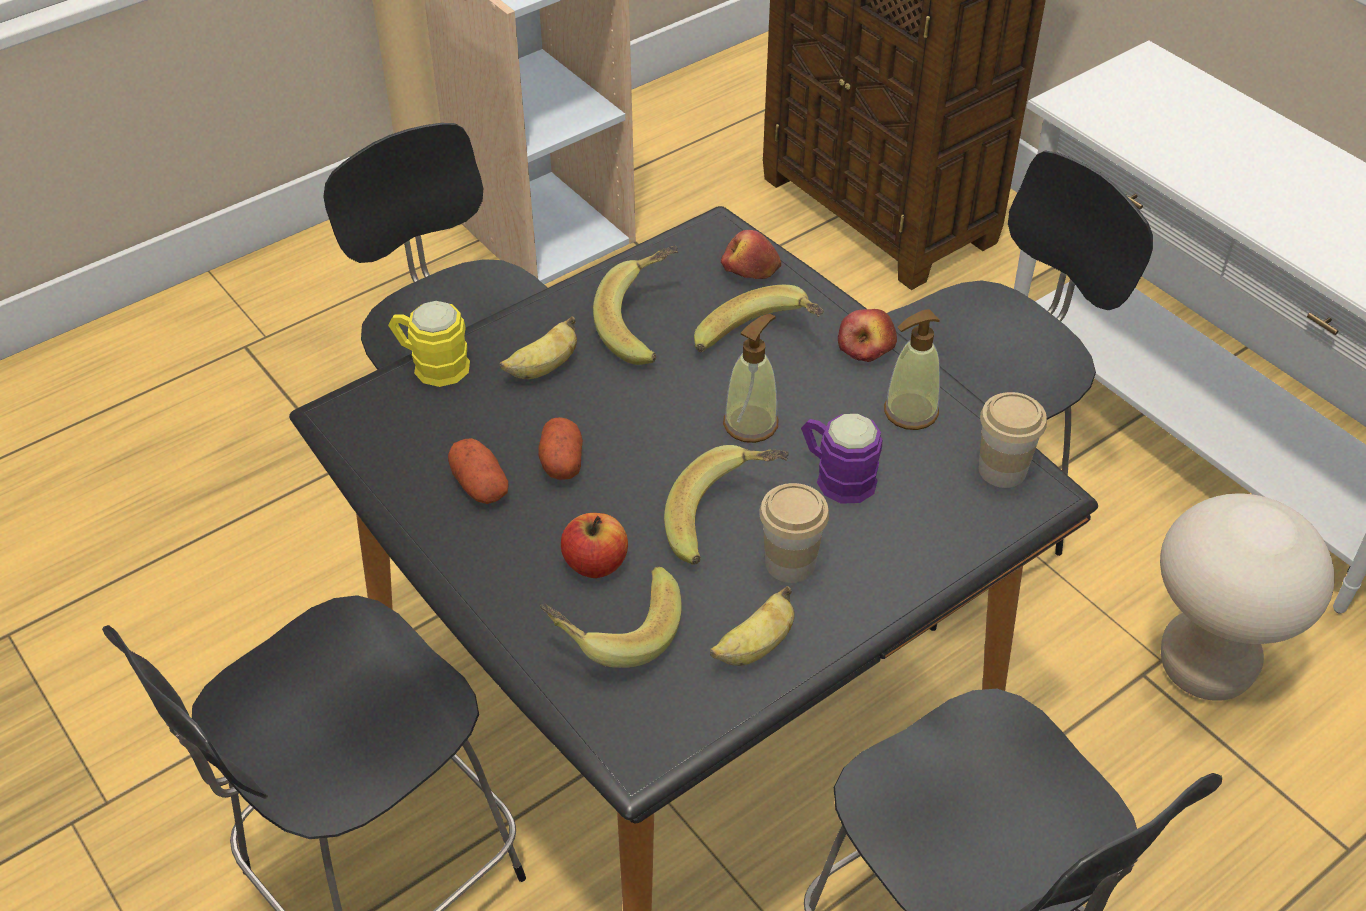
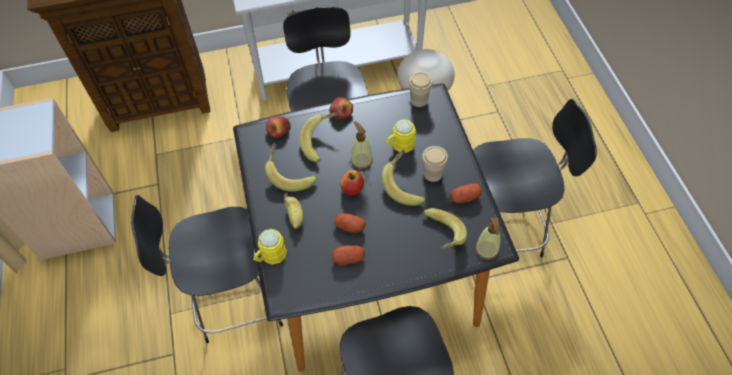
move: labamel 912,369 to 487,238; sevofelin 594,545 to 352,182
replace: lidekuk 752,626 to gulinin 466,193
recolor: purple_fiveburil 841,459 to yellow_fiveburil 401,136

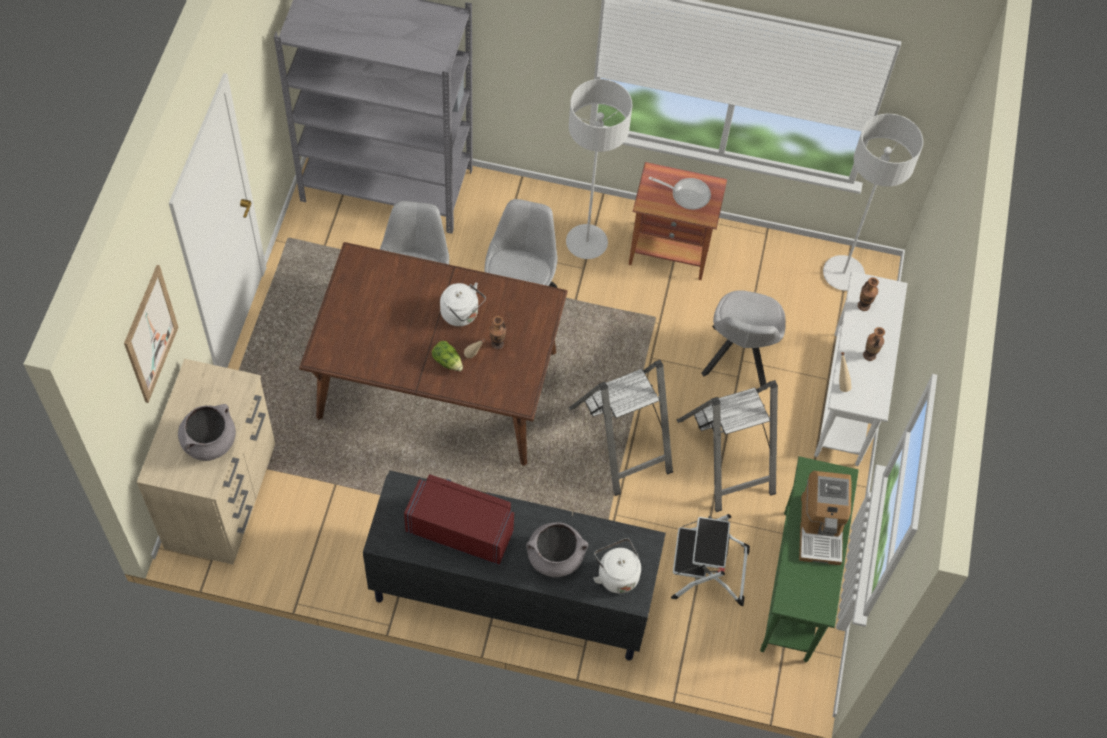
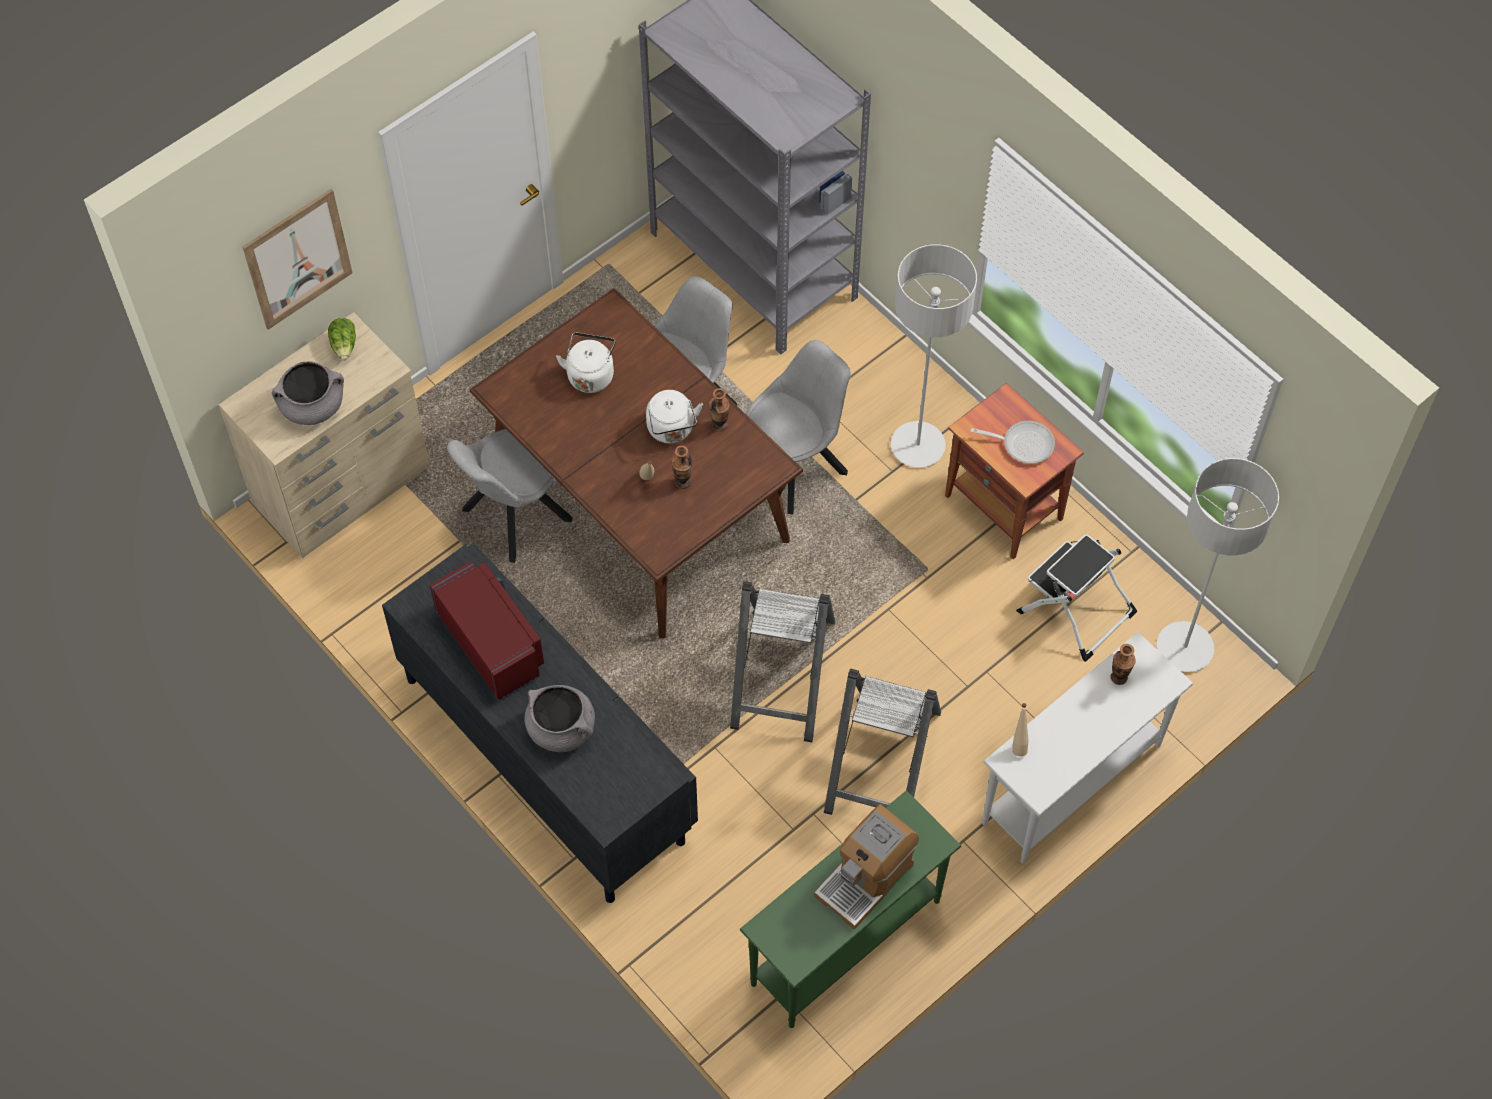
move: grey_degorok 743,340 to 510,496; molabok 874,344 to 719,410; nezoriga 447,356 to 342,339; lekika 710,560 to 1076,598; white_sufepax 617,566 to 586,363
rotate: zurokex 680,193 = 1012,442 45 degrees counterclockwise

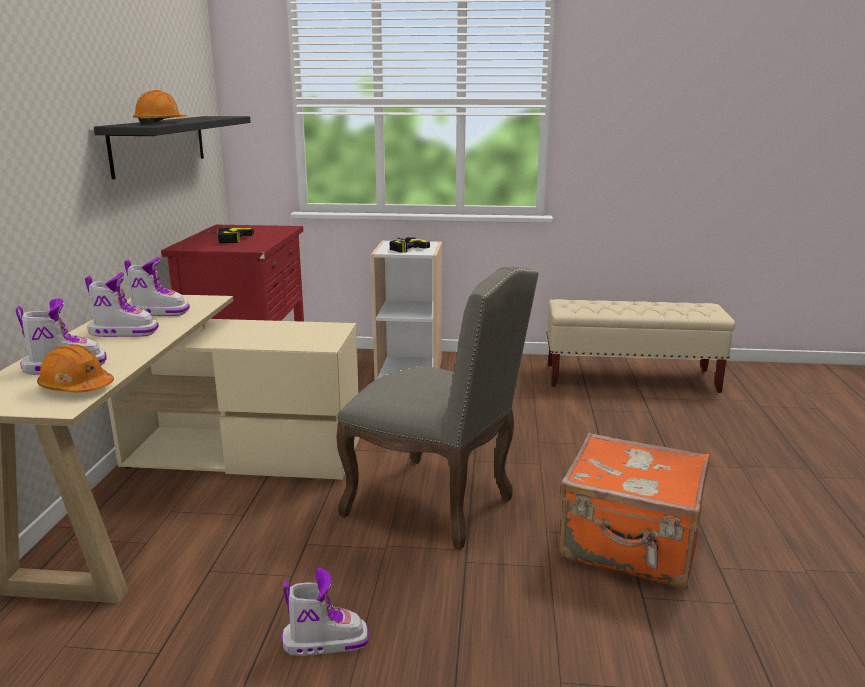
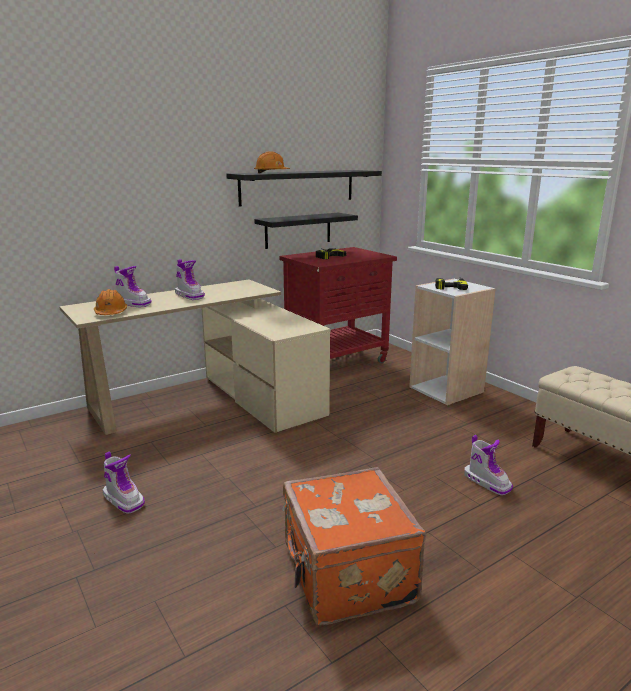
delete: grey_degorok 438,408
insert: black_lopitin 306,231
move: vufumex 157,286 to 488,465

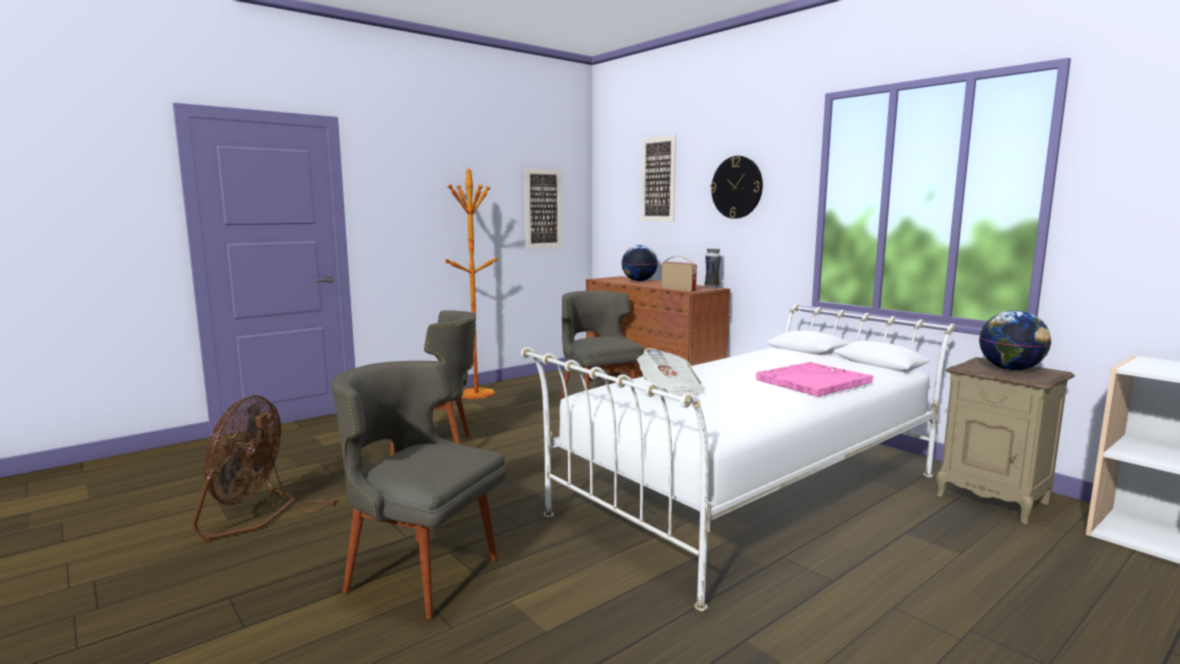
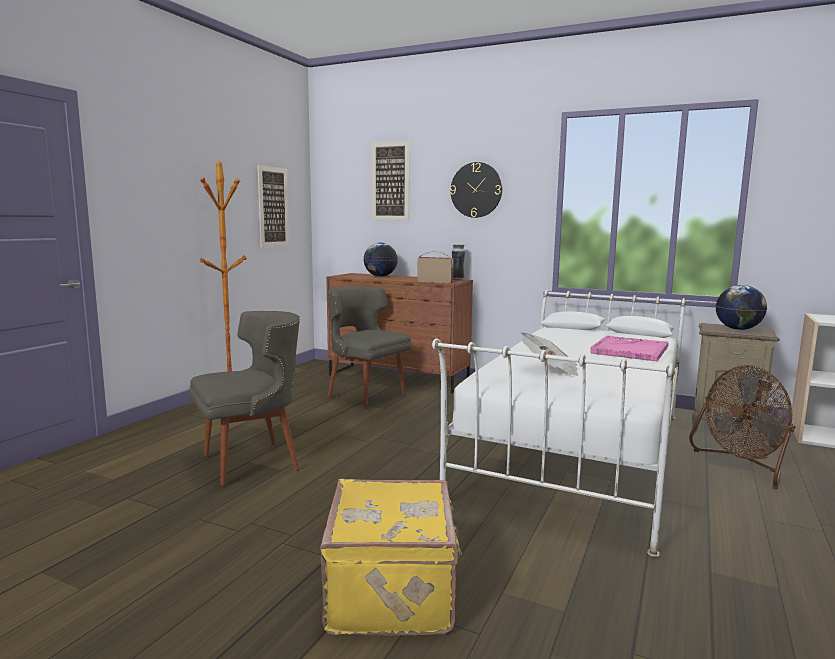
move: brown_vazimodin 265,468 to 742,427
replace: grey_degorok 419,490 to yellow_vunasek 391,557

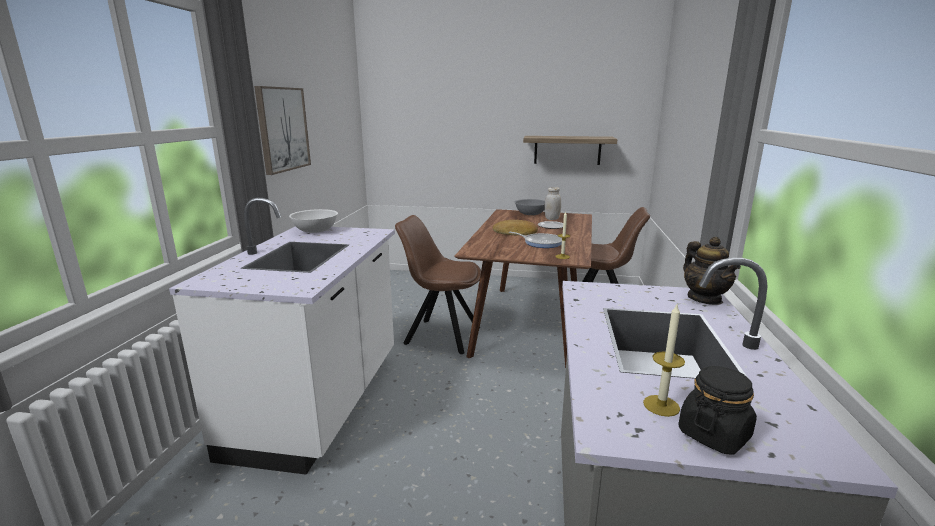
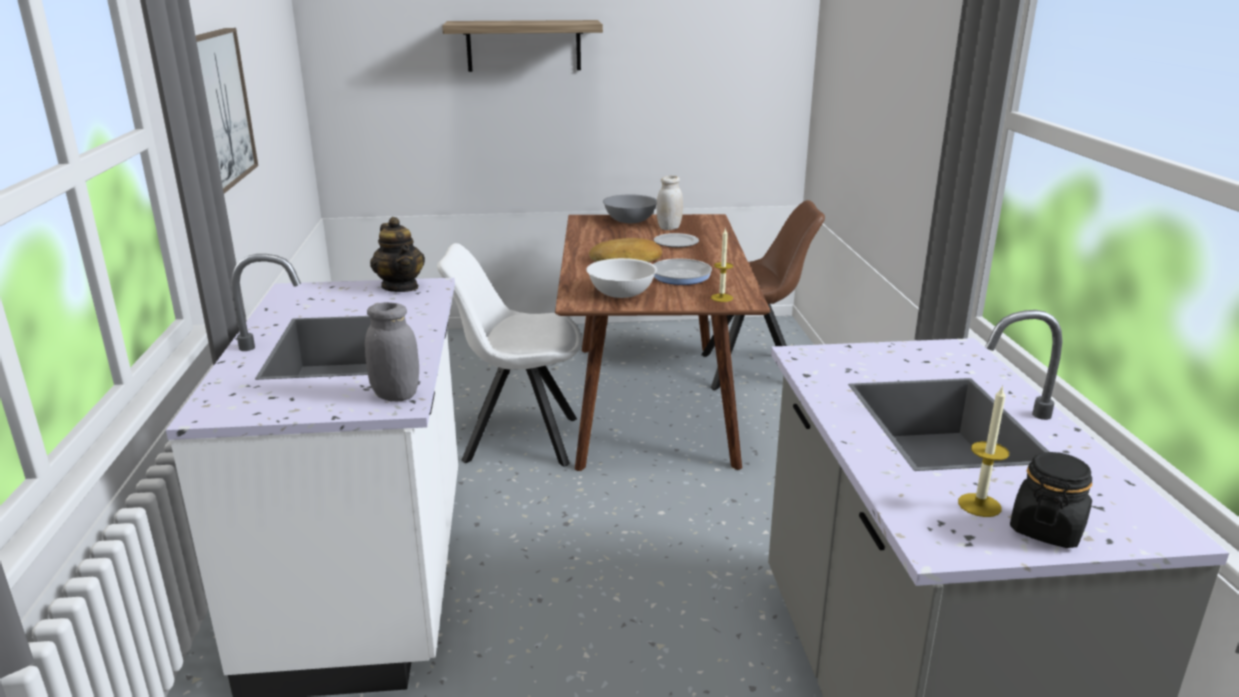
insert: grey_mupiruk 392,352
move: lopitin 570,150 to 522,46; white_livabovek 313,221 to 621,278; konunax 712,271 to 397,254
recolor: brown_degorok 438,284 to white_degorok 509,354

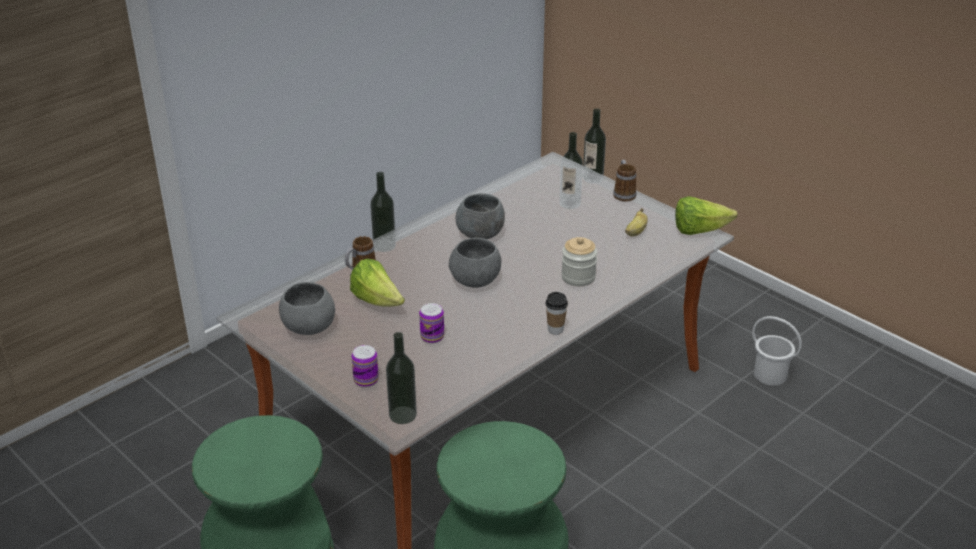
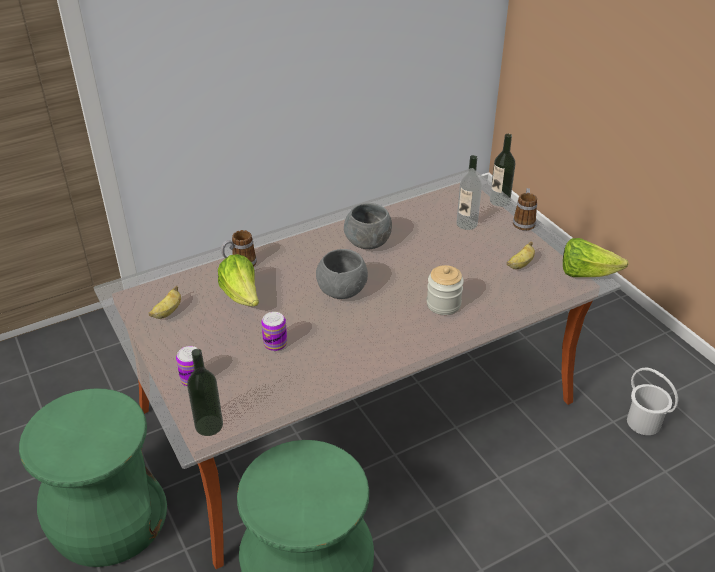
delete: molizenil 383,212; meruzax 556,313
replace: grey_livabovek 307,308 to lidekuk 165,302

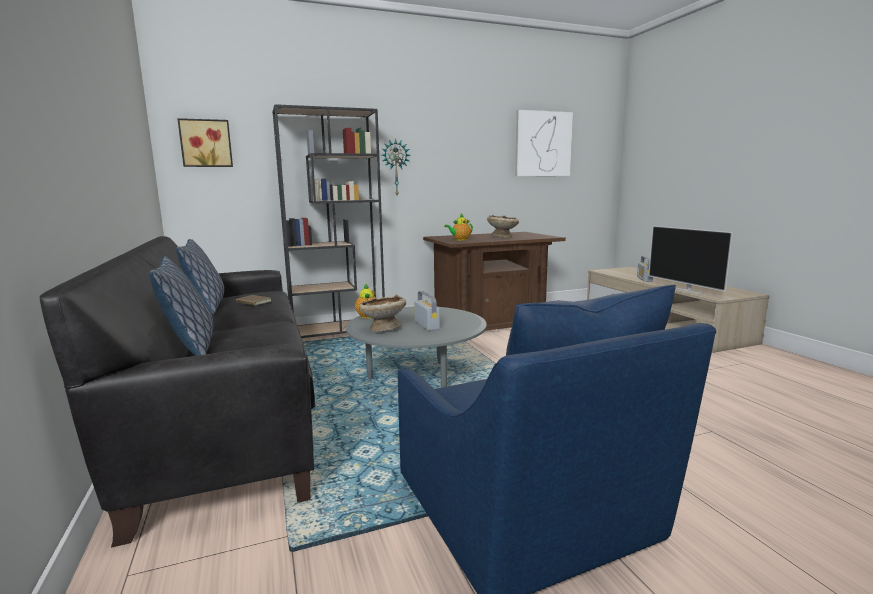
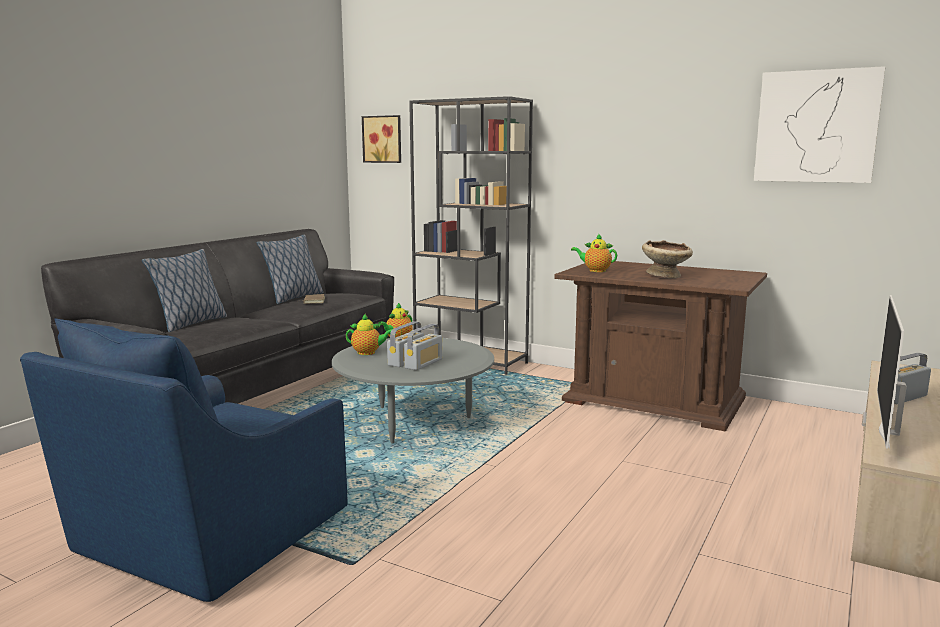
delete: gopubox 396,167
insert: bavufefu 423,347
replace: beige_livabovek 382,313 to konunax 369,334

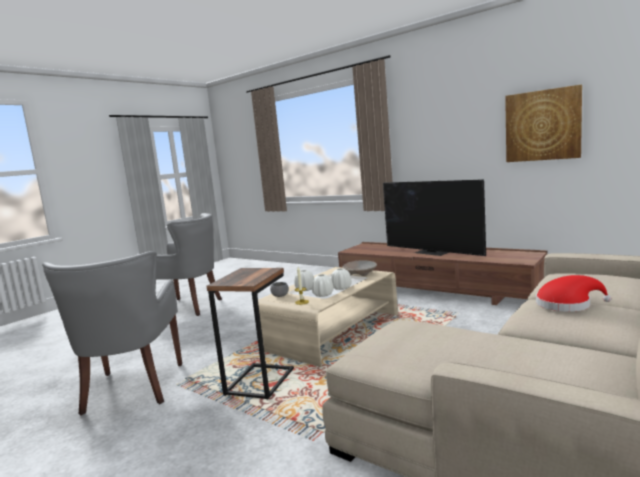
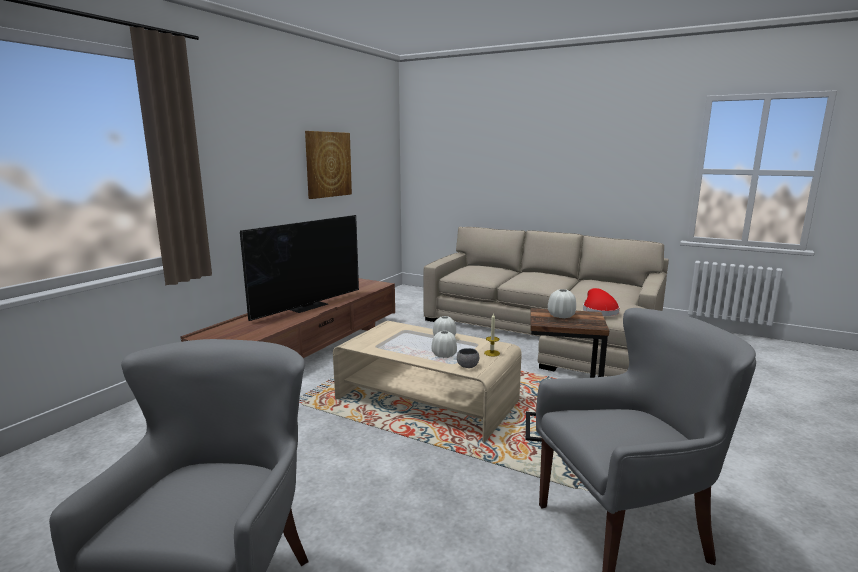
delete: beige_livabovek 360,268
move: white_molabok 322,285 to 562,303; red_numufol 573,293 to 601,302

